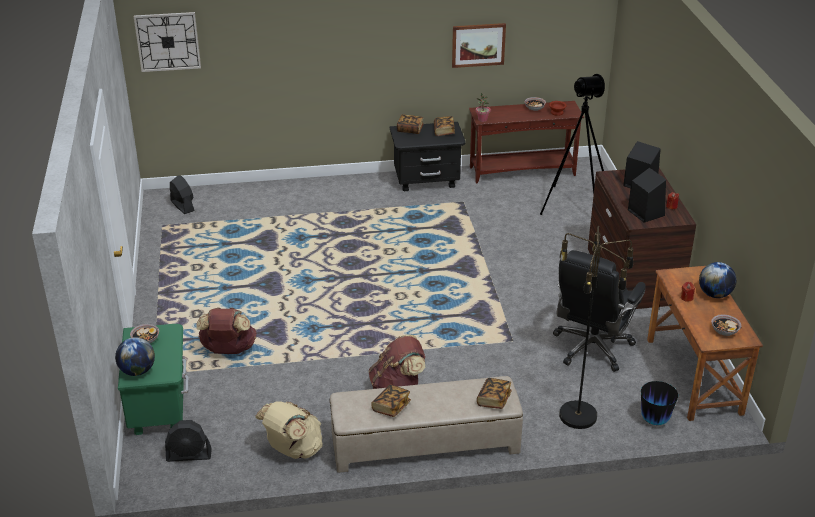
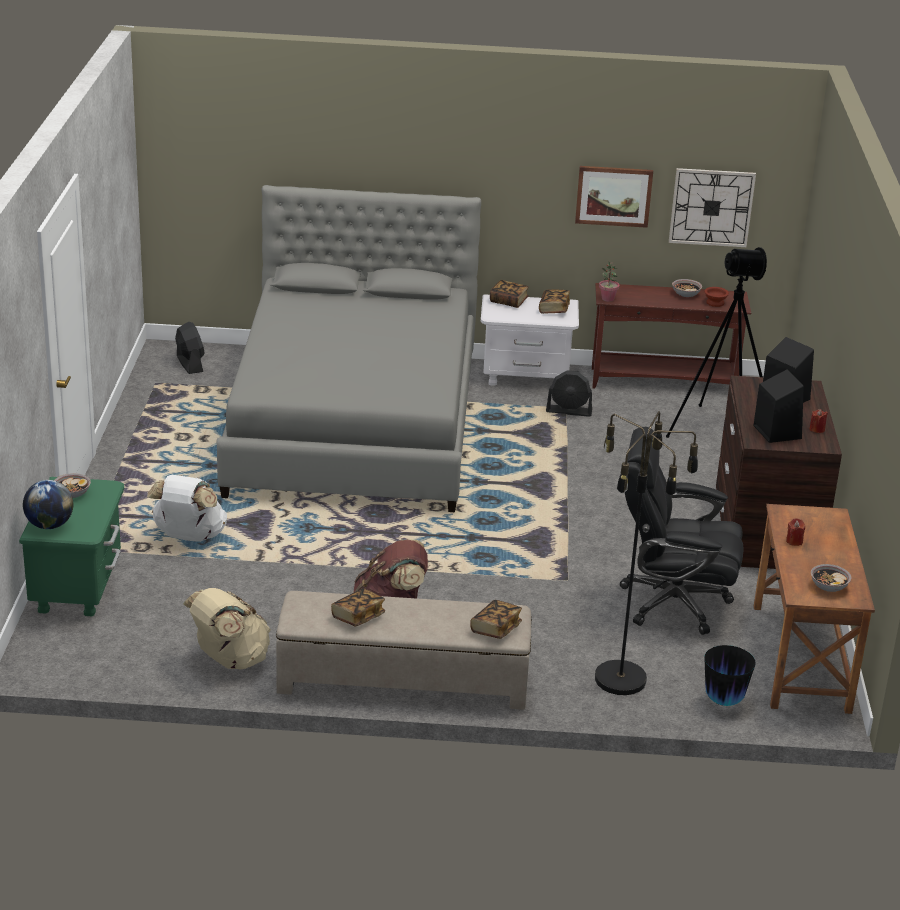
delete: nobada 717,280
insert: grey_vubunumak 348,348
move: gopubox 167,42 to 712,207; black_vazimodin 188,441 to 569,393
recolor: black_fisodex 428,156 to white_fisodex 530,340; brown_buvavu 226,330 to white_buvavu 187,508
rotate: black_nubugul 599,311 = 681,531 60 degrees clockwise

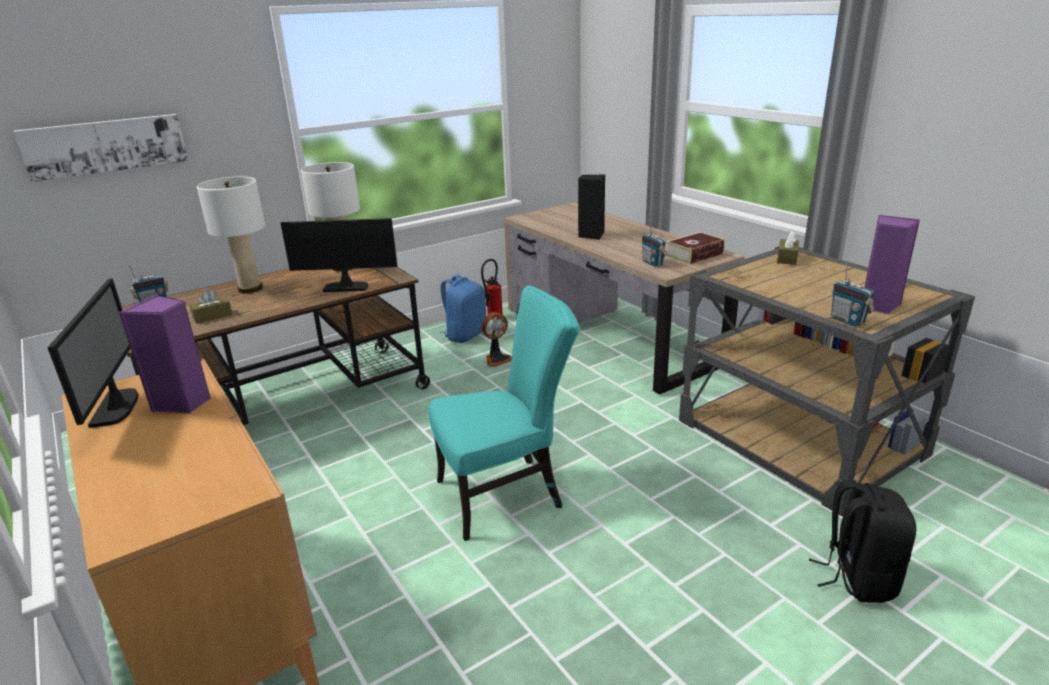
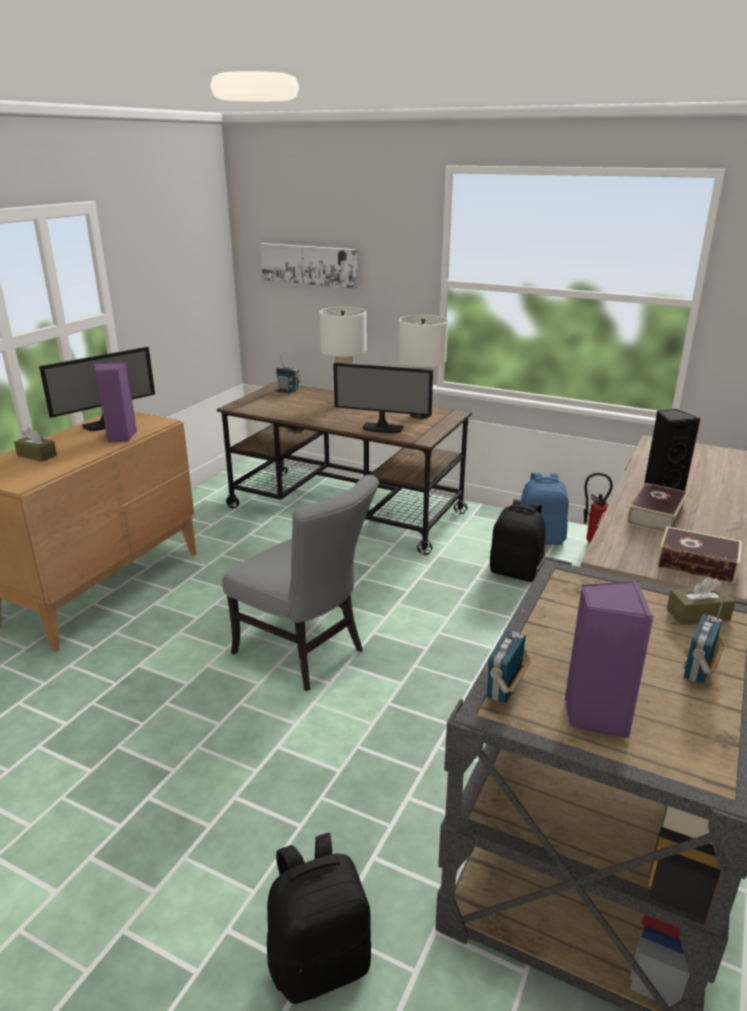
insert: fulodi 658,508
move: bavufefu 655,243 to 704,639; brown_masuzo 211,306 to 35,444
replace: vazimodin 497,339 to black_buvavu 517,540
recolor: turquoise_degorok 504,413 to grey_degorok 300,583
rotate: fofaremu 339,255 = 383,397 135 degrees clockwise

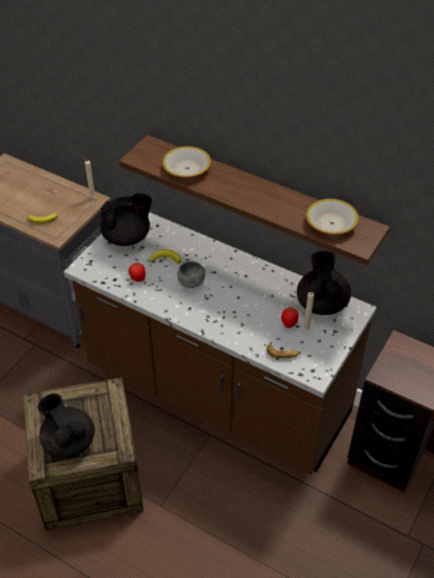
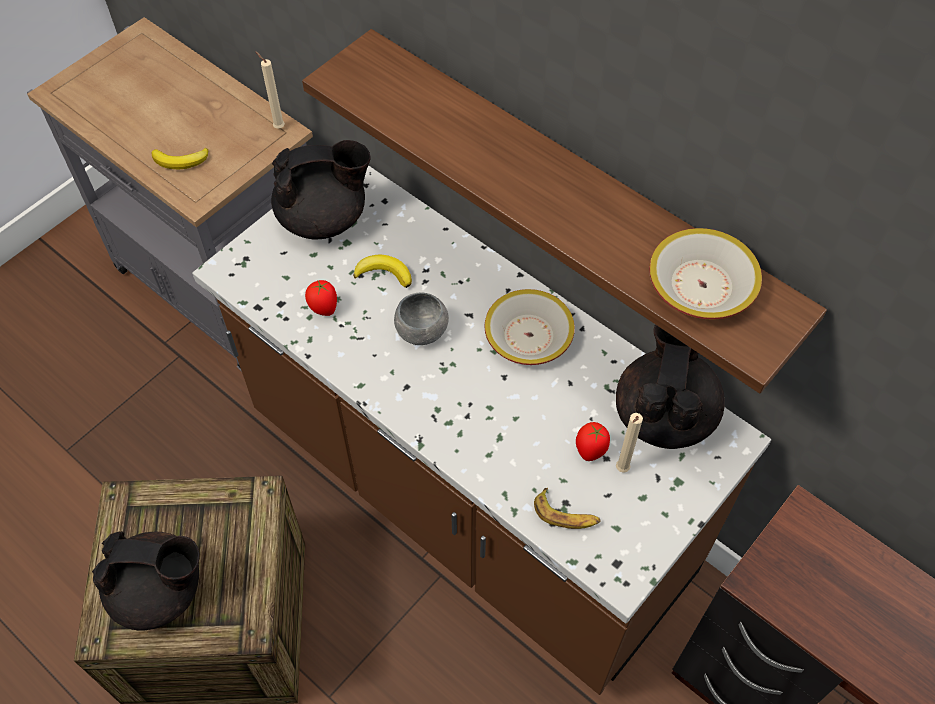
move: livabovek 186,162 to 529,327
rotate: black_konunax 66,425 = 146,581 120 degrees clockwise

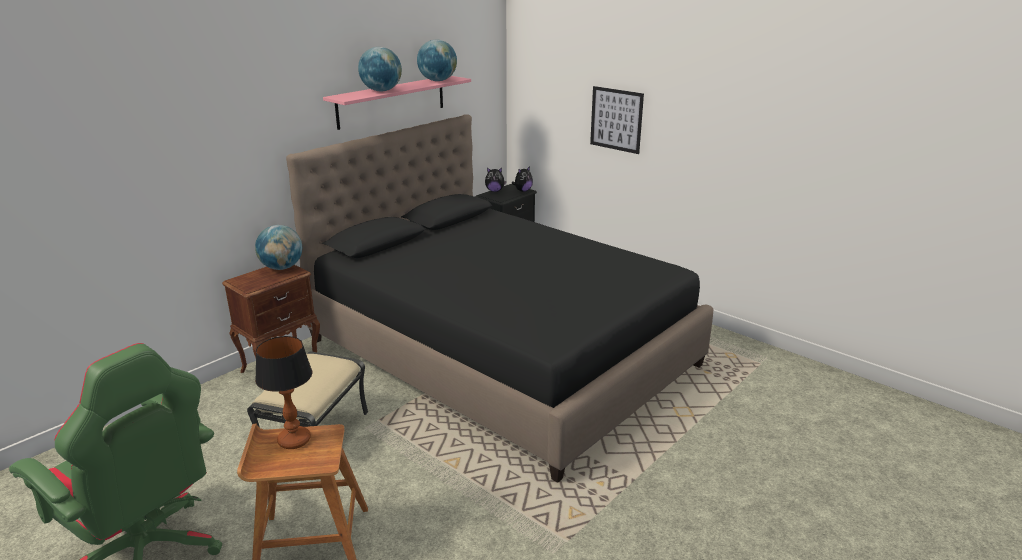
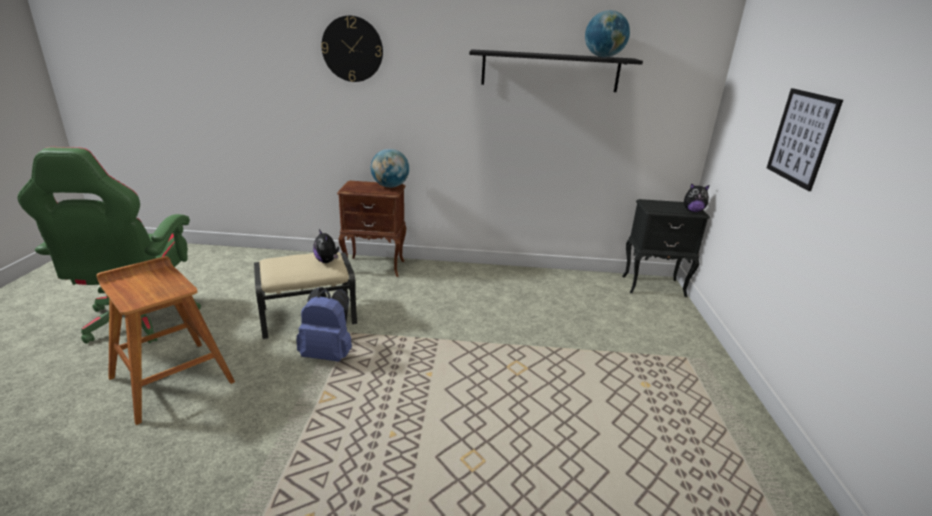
delete: nobada 380,69; black_vubunumak 499,298; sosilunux 283,392
insert: gopubox 352,49; blue_buvavu 324,324
move: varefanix 495,180 to 326,246
recolor: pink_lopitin 397,103 to black_lopitin 556,70

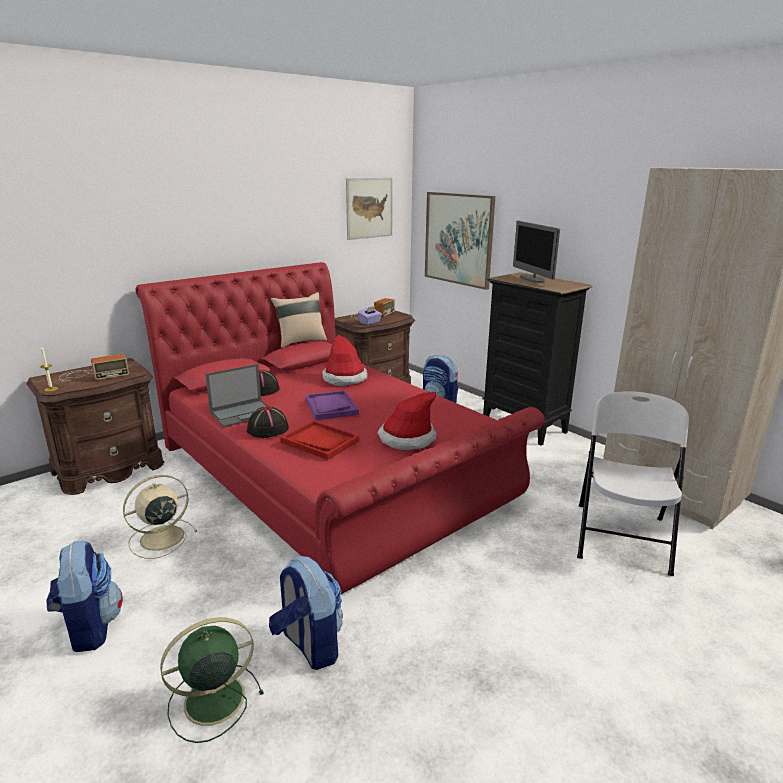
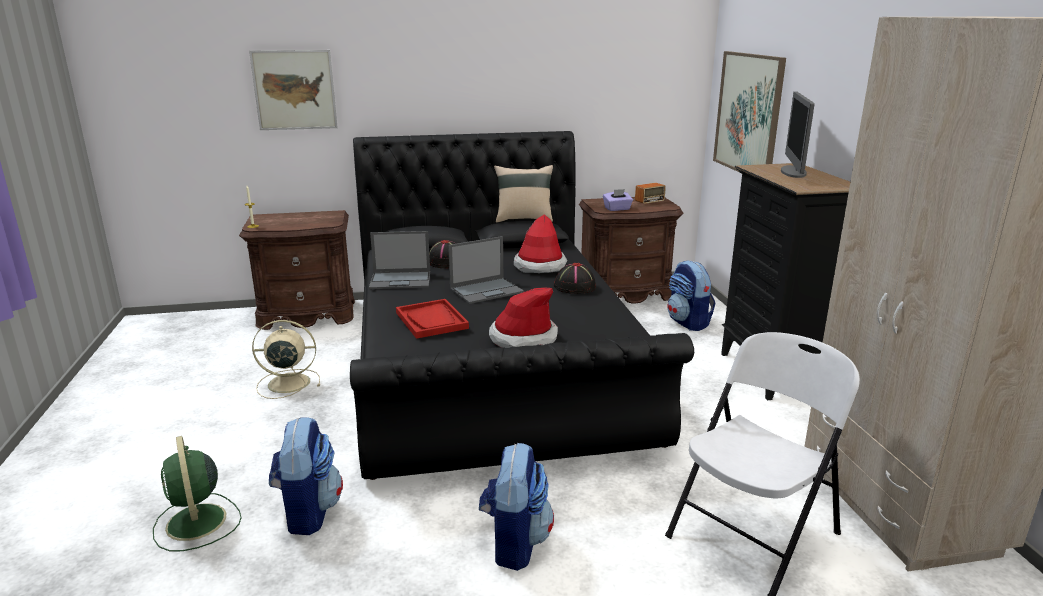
delete: bavufefu 94,367
move: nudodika 369,209 to 293,90; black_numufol 268,422 to 575,278; buvavu 84,596 to 516,507
replace: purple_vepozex 332,405 to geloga 486,270
recolor: red_vubunumak 340,428 to black_vubunumak 522,305
rotate: green_vazimodin 212,680 = 197,493 120 degrees counterclockwise

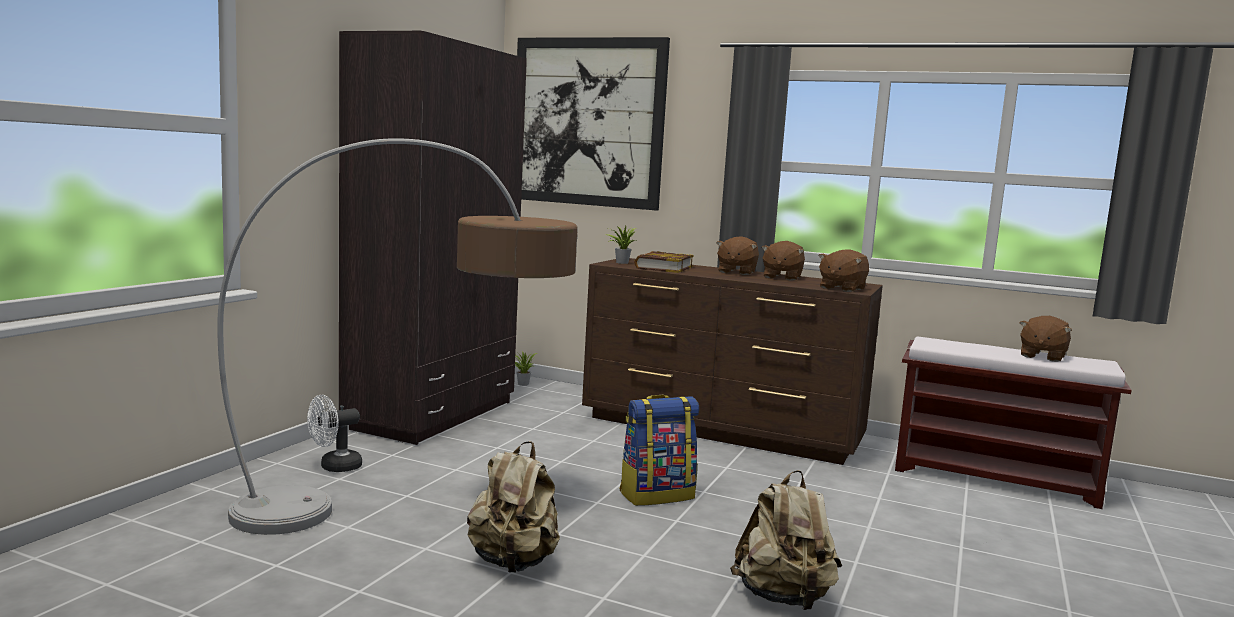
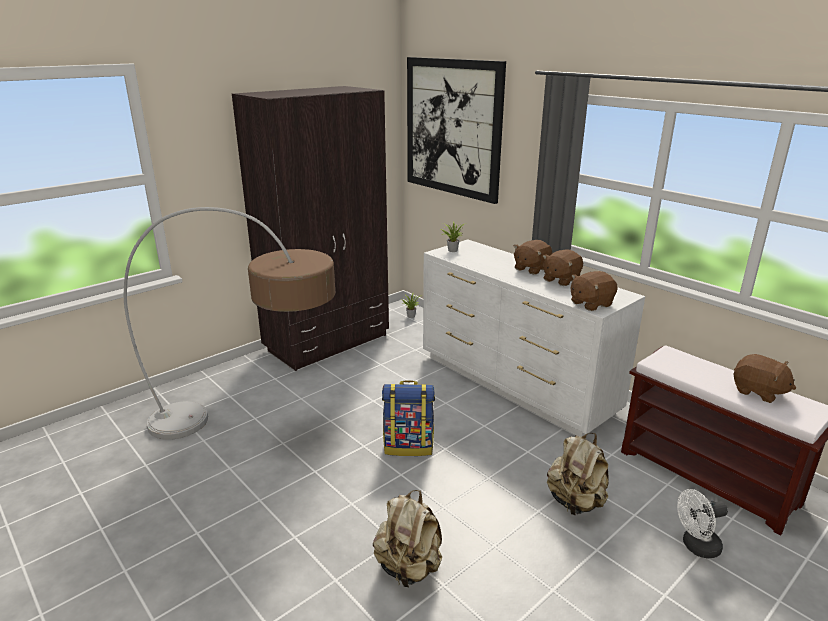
delete: fulodi 664,262
move: white_vazimodin 334,433 to 702,524; beige_buvavu 513,507 to 578,474
recolor: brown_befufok 732,361 to white_befufok 534,338
rotate: brown_varefanix 1046,339 = 764,378 105 degrees counterclockwise

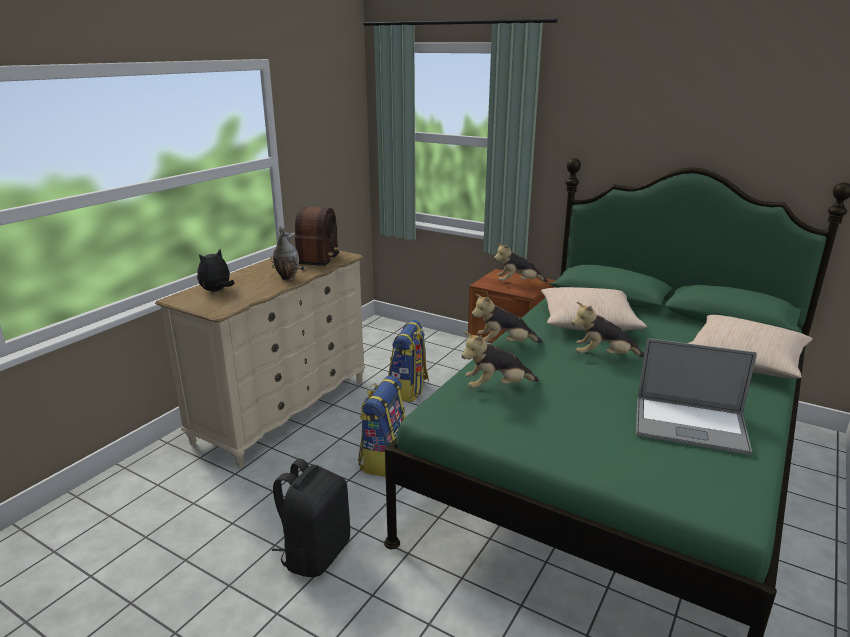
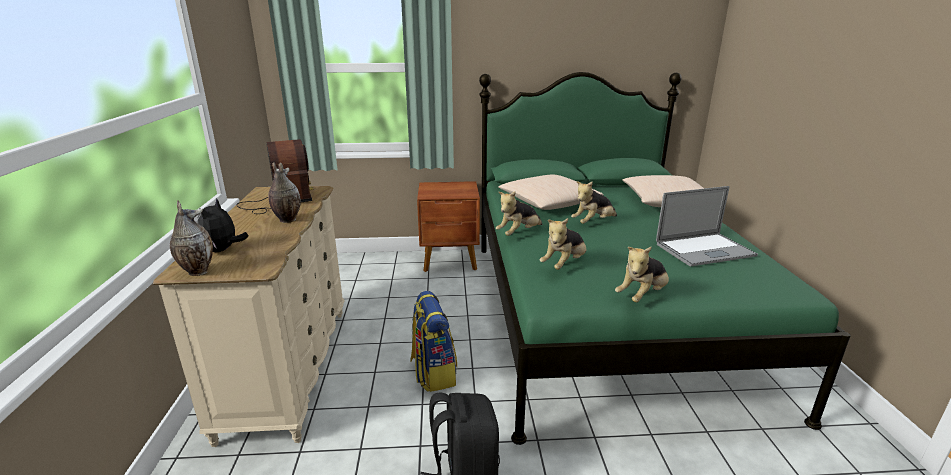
delete: buvavu 408,361
insert: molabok 191,238
move: varefanix 520,262 to 642,274

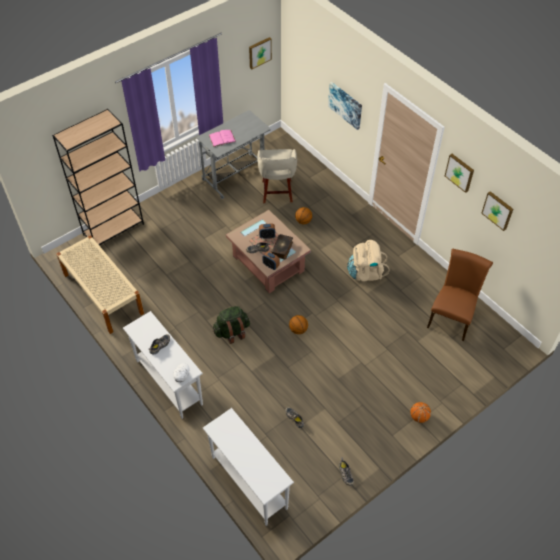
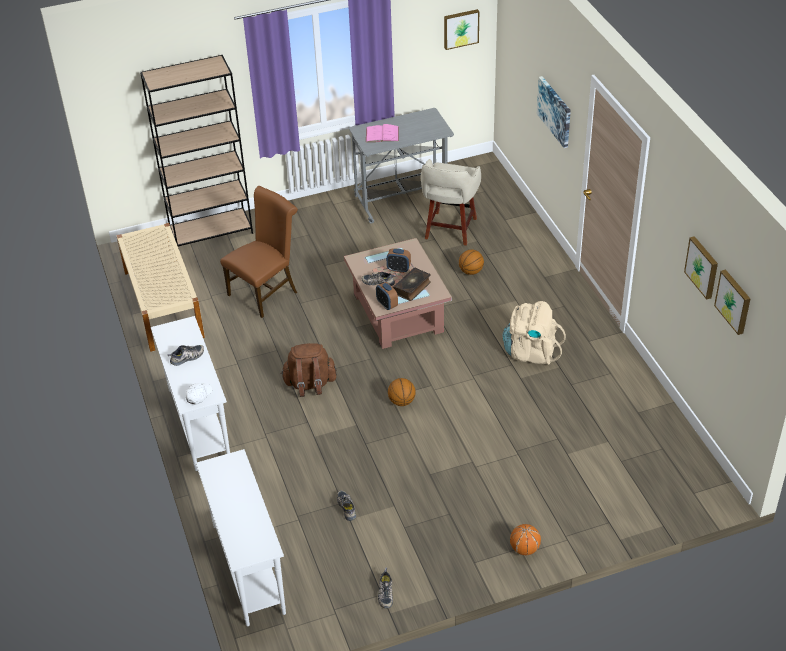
move: nudodika 459,173 to 732,302; brown_degorok 460,295 to 259,252
recolor: green_buvavu 231,325 to brown_buvavu 309,370

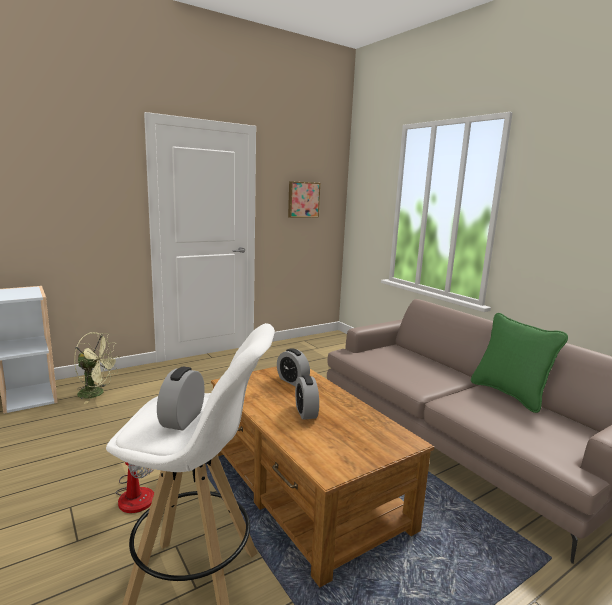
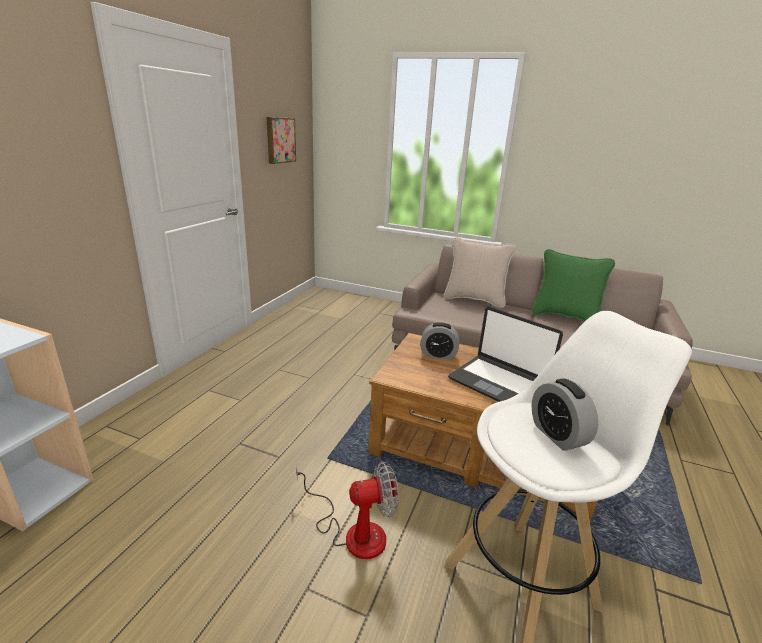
delete: green_vazimodin 97,368
insert: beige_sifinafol 479,272
replace: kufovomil 307,397 to geloga 505,354

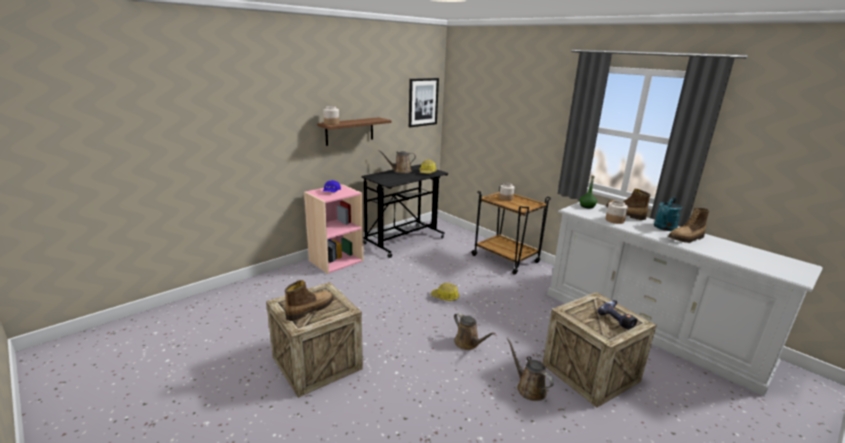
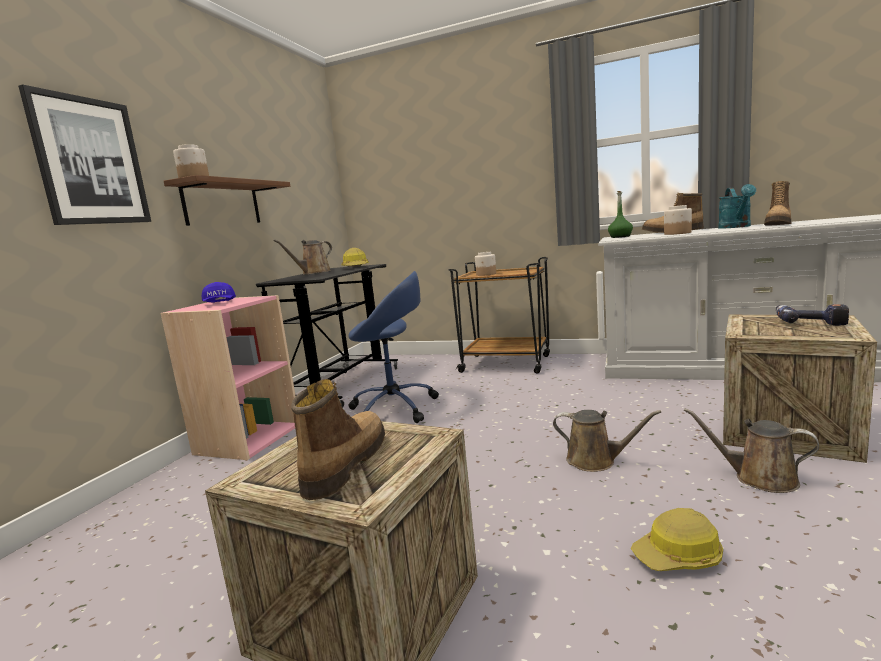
insert: blue_nubugul 394,347
move: nudodika 424,102 to 84,154; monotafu 445,292 to 677,539

